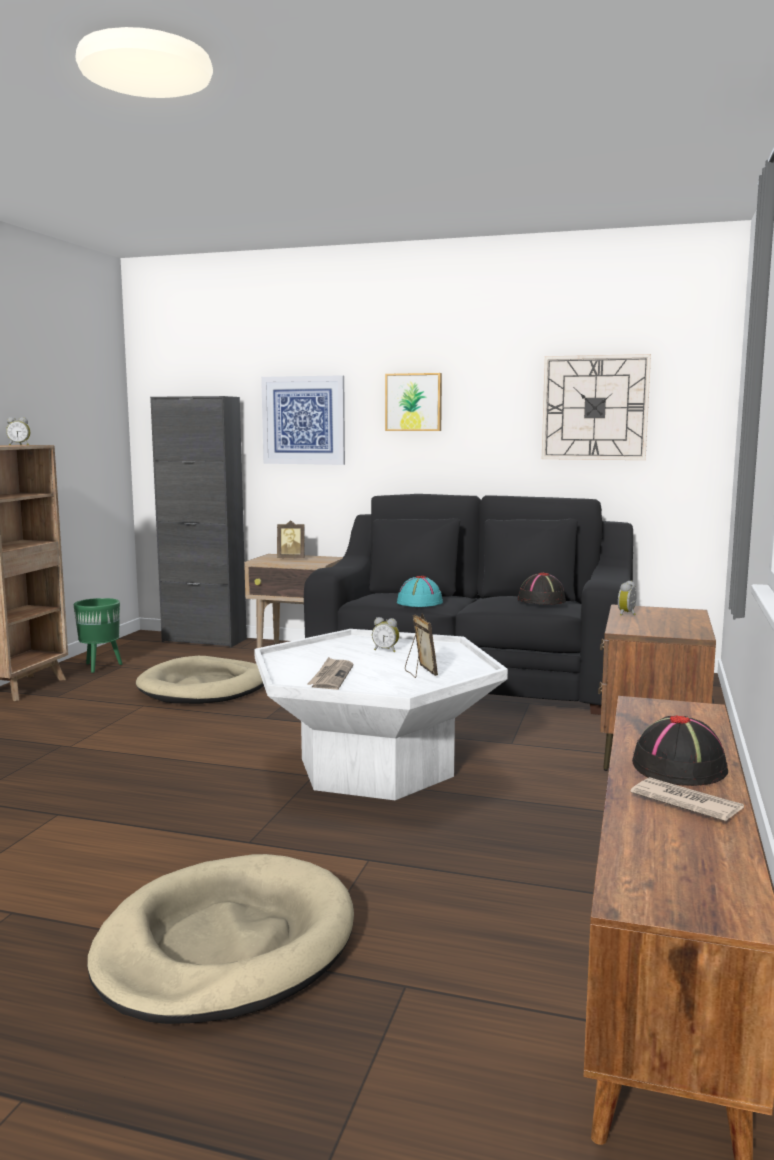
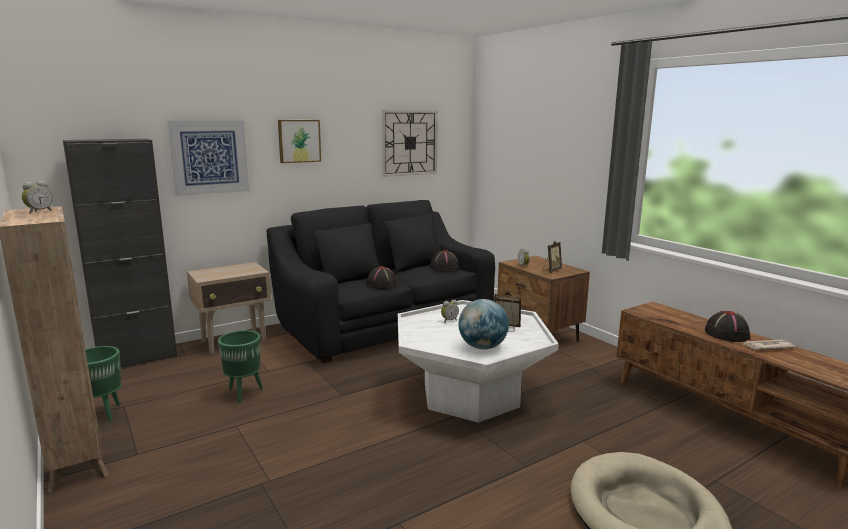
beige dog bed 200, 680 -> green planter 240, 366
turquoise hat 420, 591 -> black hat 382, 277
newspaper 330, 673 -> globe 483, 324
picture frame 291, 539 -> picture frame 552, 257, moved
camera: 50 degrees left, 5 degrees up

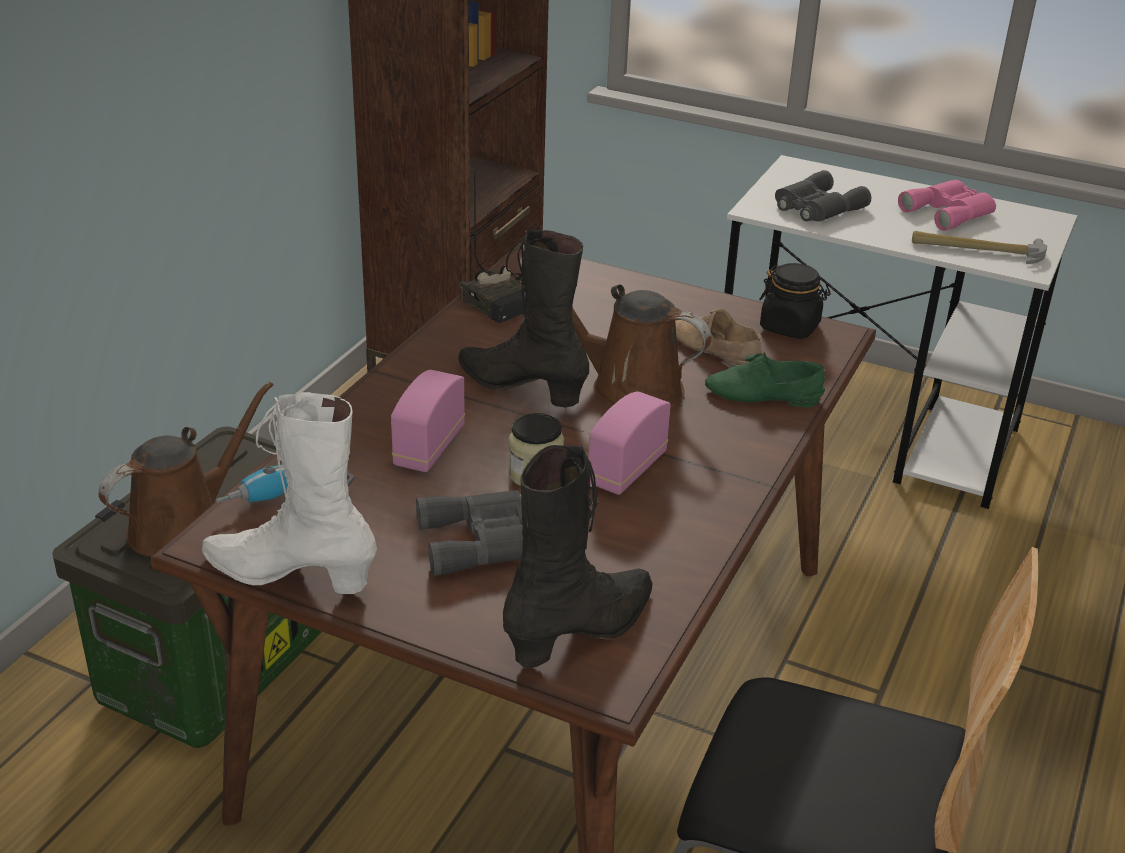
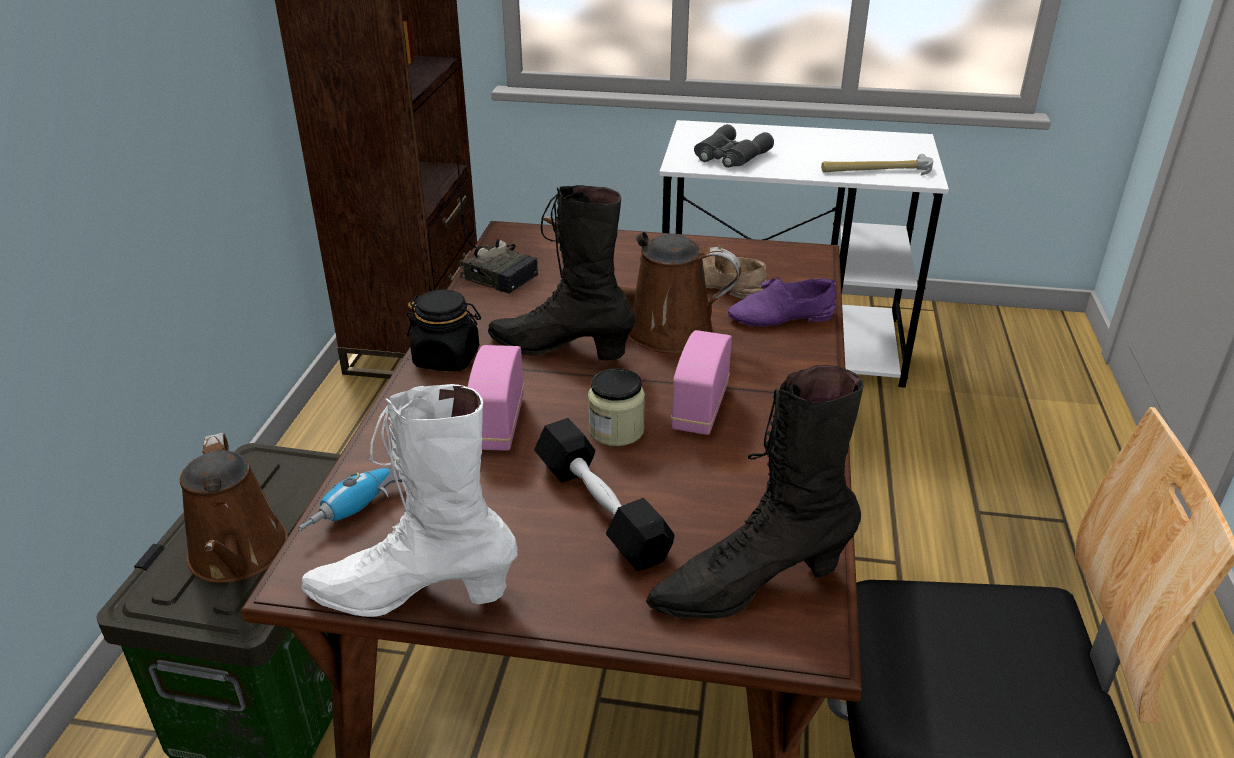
brown watering can 185, 469 -> brown watering can 234, 508, 135 degrees clockwise
black jar 795, 301 -> black jar 443, 330, moved
grey binoculars 469, 533 -> black dumbbell 604, 494
black boot 578, 556 -> black boot 755, 492, 135 degrees counterclockwise
green shoe 765, 380 -> purple shoe 782, 302
pink binoculars 947, 205 -> none
camera: 15 degrees left, 0 degrees up

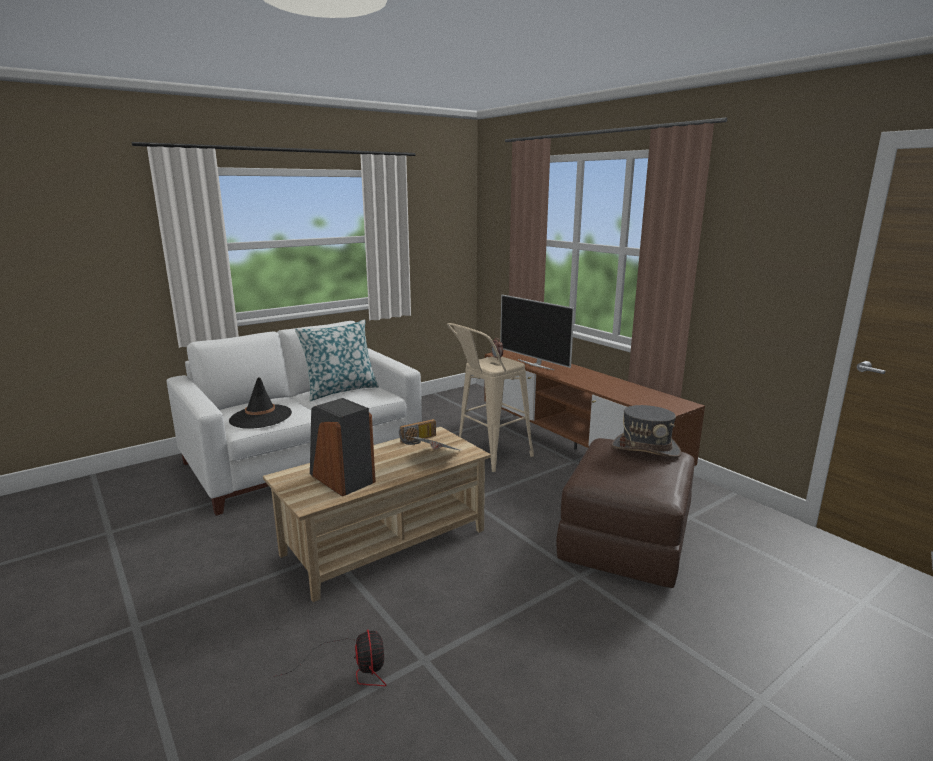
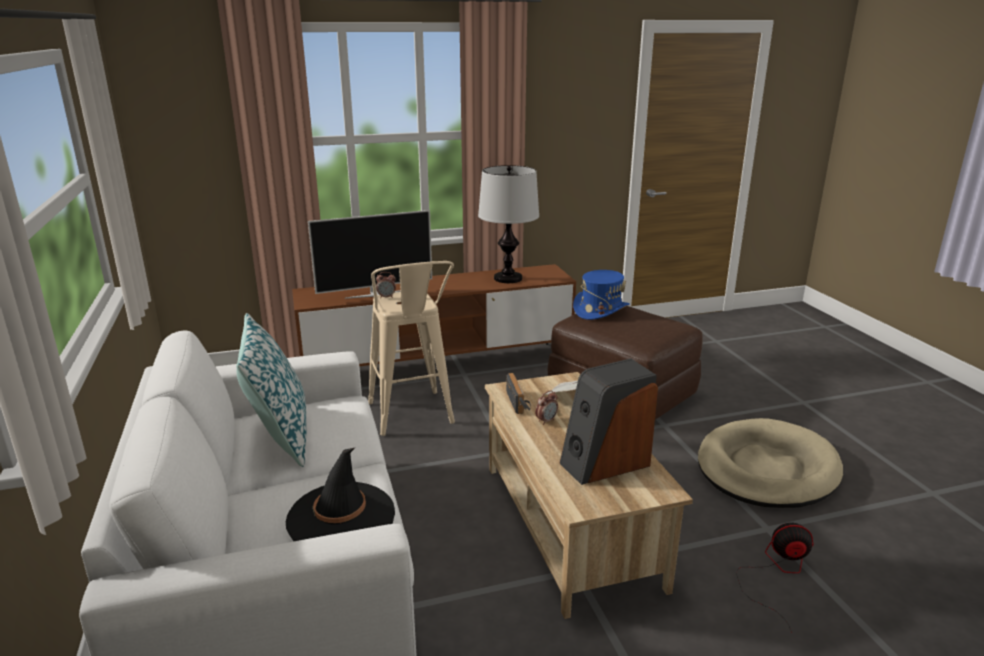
none -> table lamp 508, 224
none -> alarm clock 546, 407
grey hat 646, 431 -> blue hat 601, 295
none -> beige dog bed 770, 463
camera: 70 degrees left, 5 degrees up

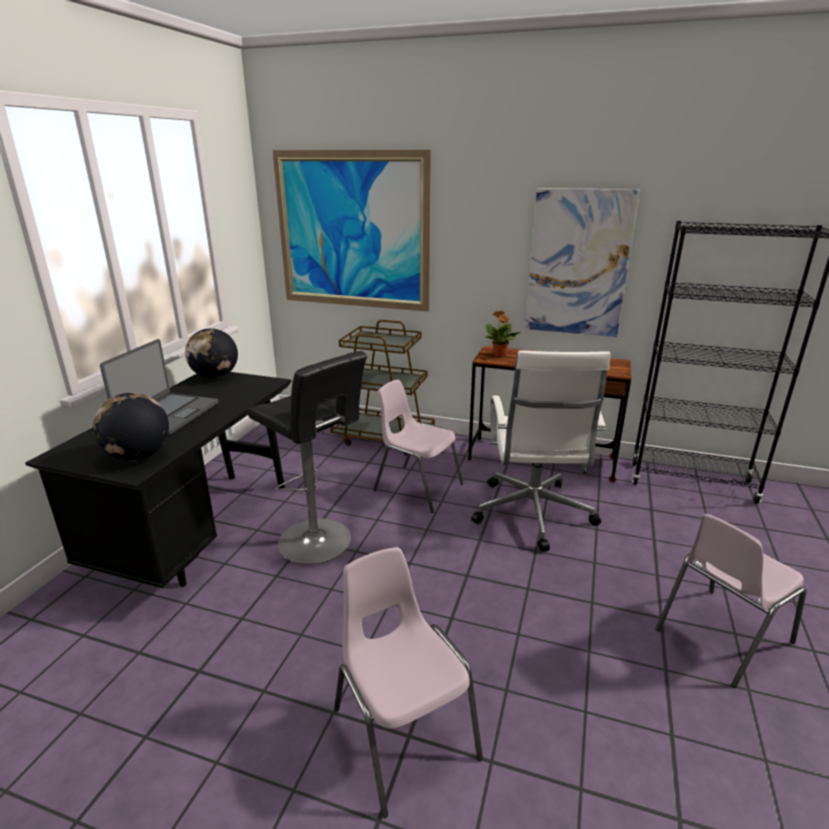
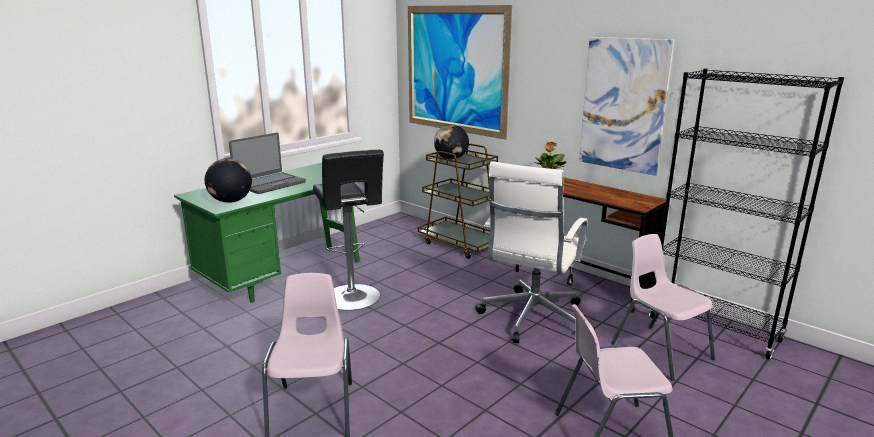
black desk 158, 480 -> green desk 267, 233
globe 211, 353 -> globe 451, 142, moved
pink chair 418, 446 -> pink chair 663, 307, moved
camera: 25 degrees right, 5 degrees down

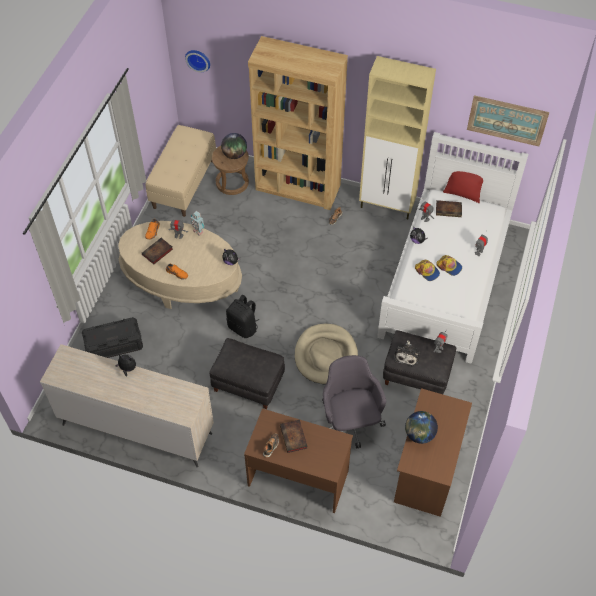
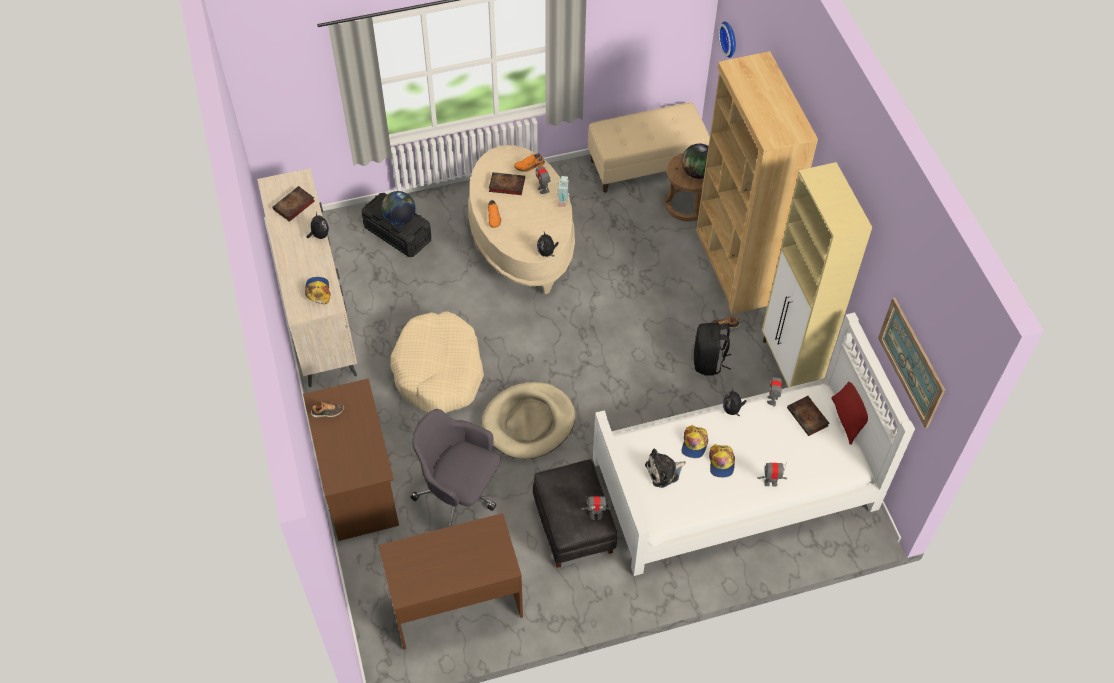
book 294, 436 -> book 293, 204, moved
none -> cap 317, 290
globe 421, 427 -> globe 398, 208, moved
black ottoman 247, 373 -> beige dog bed 437, 362
grey office chair 354, 402 -> grey office chair 455, 468, 105 degrees counterclockwise
plush toy 407, 353 -> plush toy 665, 468, moved
black backpack 242, 316 -> black backpack 712, 349, moved
camera: 55 degrees right, 0 degrees up

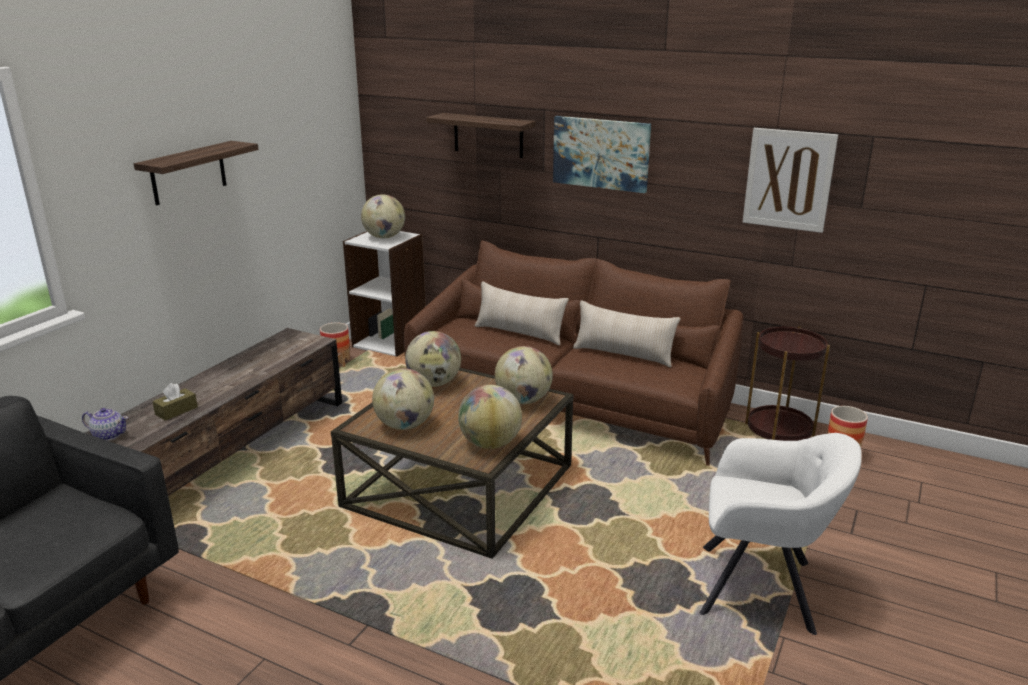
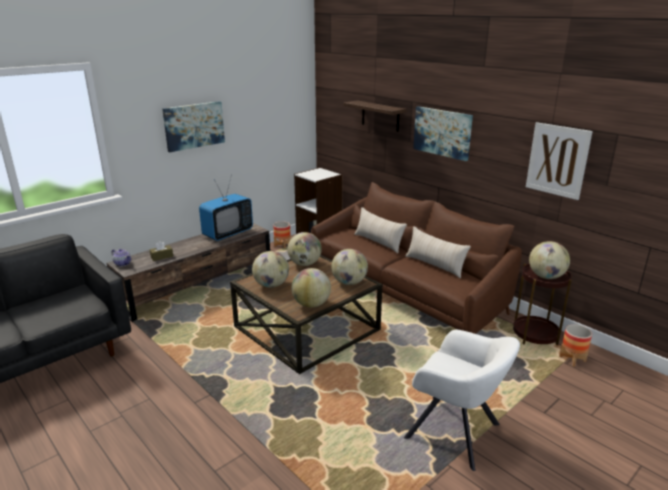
shelf 196, 173 -> picture 193, 126
none -> television 226, 209
globe 383, 216 -> globe 549, 260, moved
camera: 20 degrees right, 0 degrees up

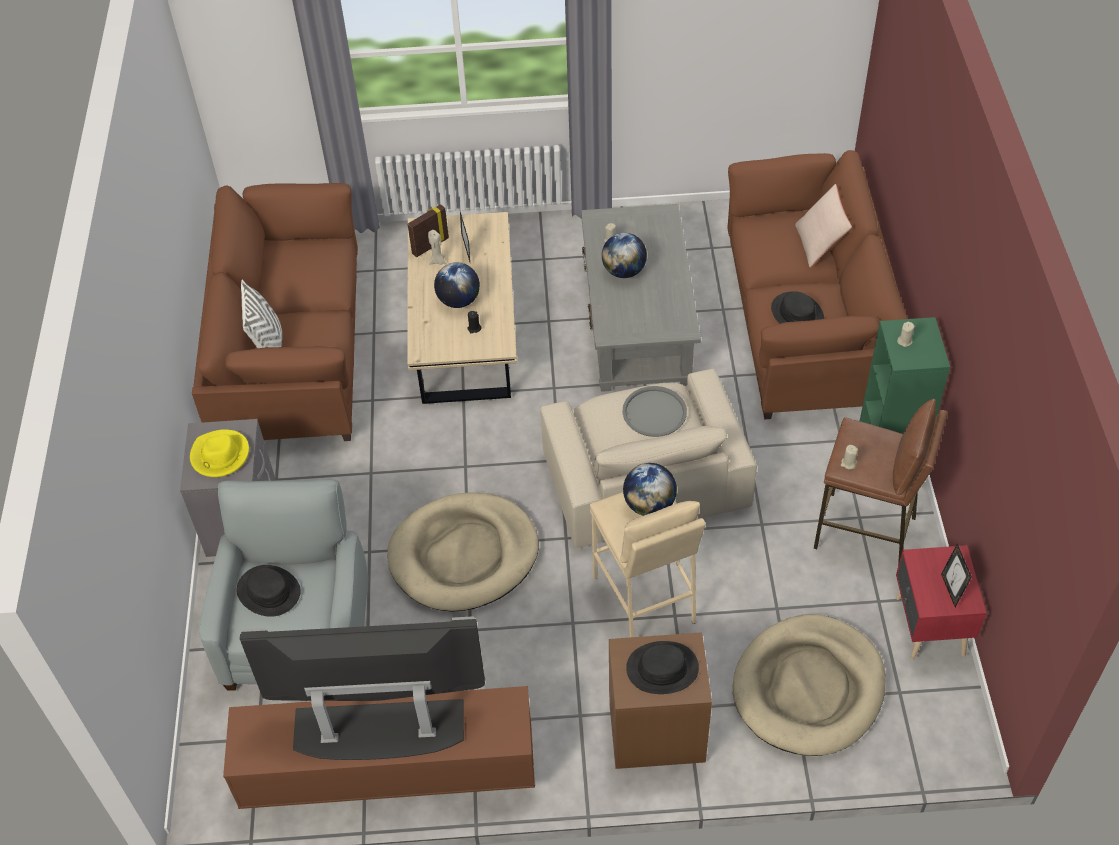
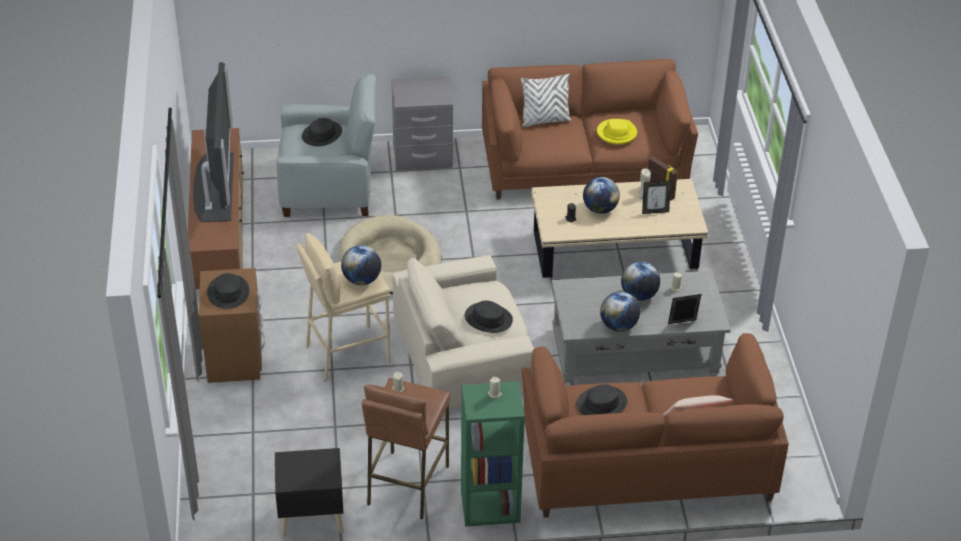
red nightstand 941, 602 -> black nightstand 309, 493
grey tray 654, 411 -> black hat 489, 317
yellow hat 219, 453 -> yellow hat 617, 131, moved
none -> globe 620, 312
picture frame 956, 575 -> picture frame 685, 309, moved
beige dog bed 809, 685 -> none
camera: 85 degrees right, 10 degrees down

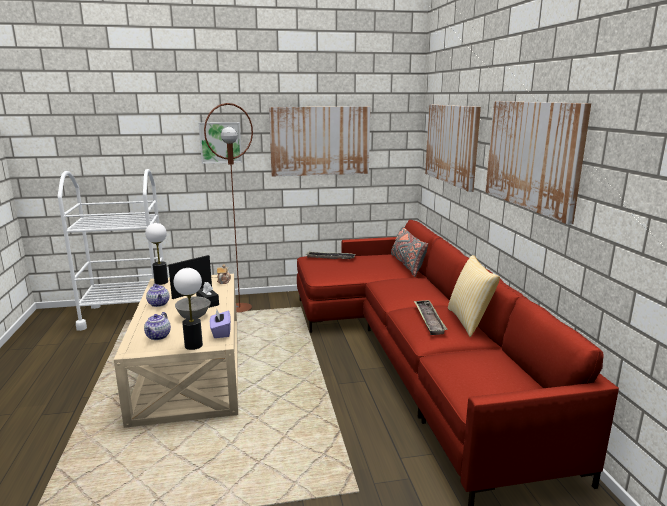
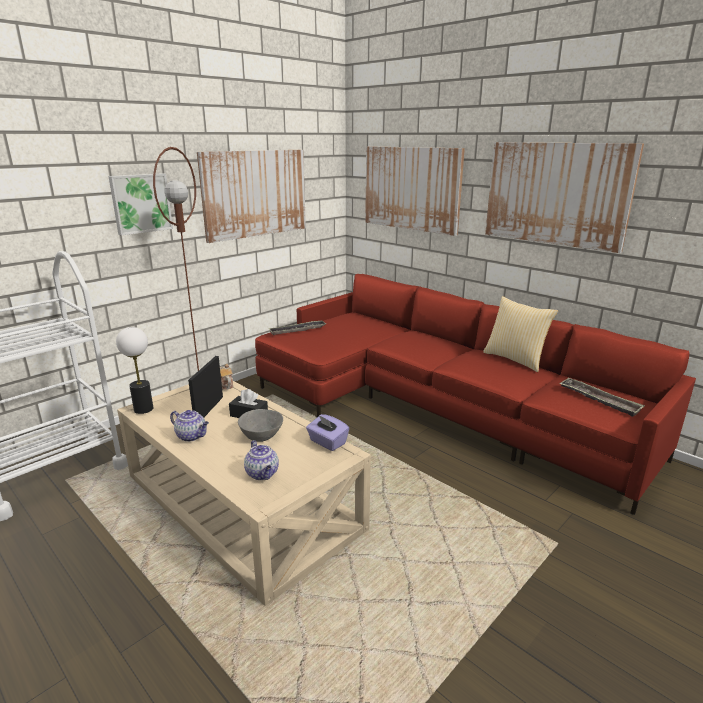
tray 431, 317 -> tray 602, 397, moved
table lamp 188, 309 -> none
grey pillow 409, 251 -> none
camera: 35 degrees left, 5 degrees up

